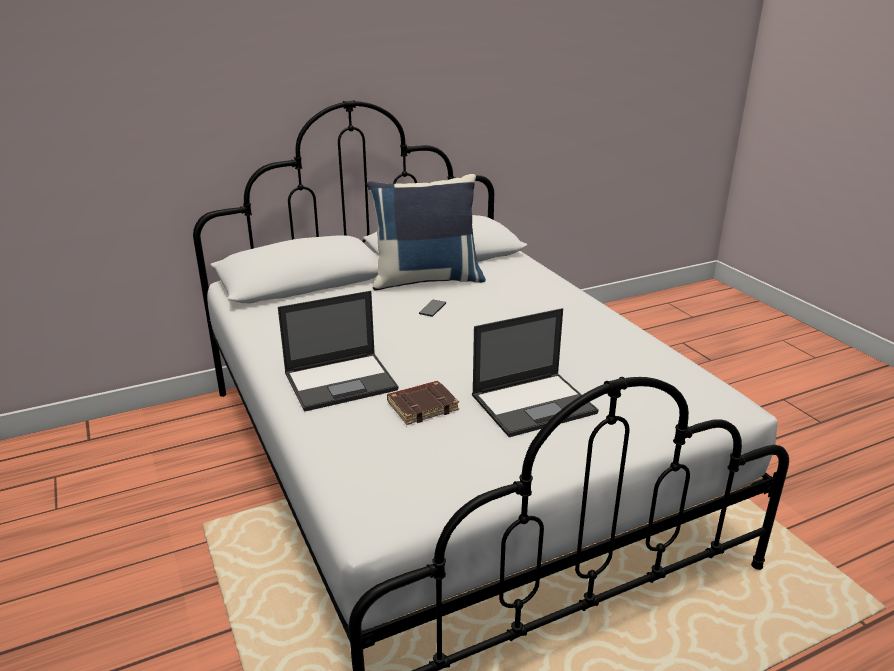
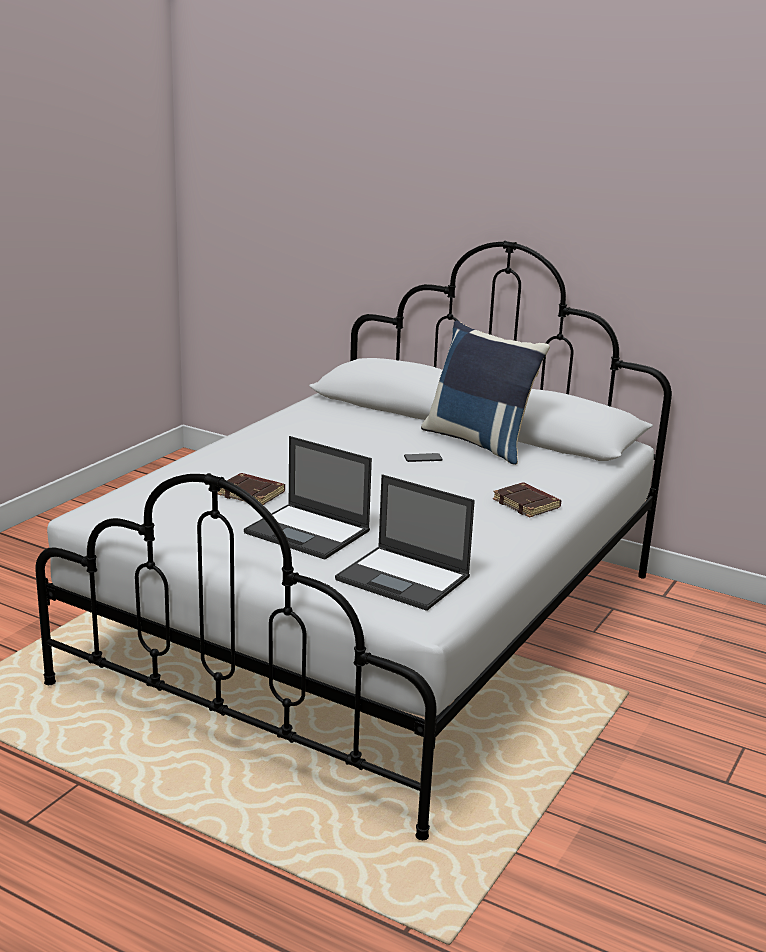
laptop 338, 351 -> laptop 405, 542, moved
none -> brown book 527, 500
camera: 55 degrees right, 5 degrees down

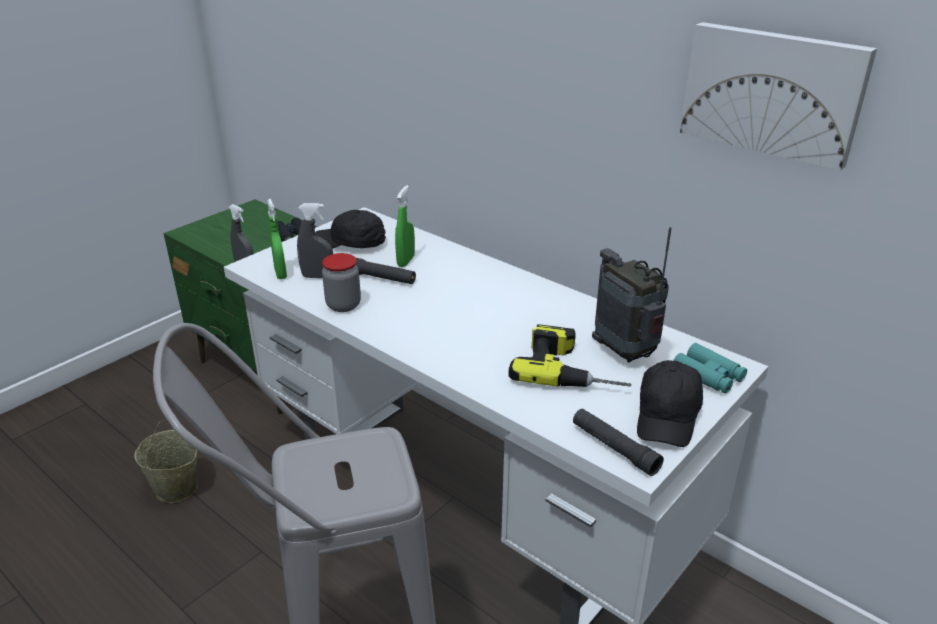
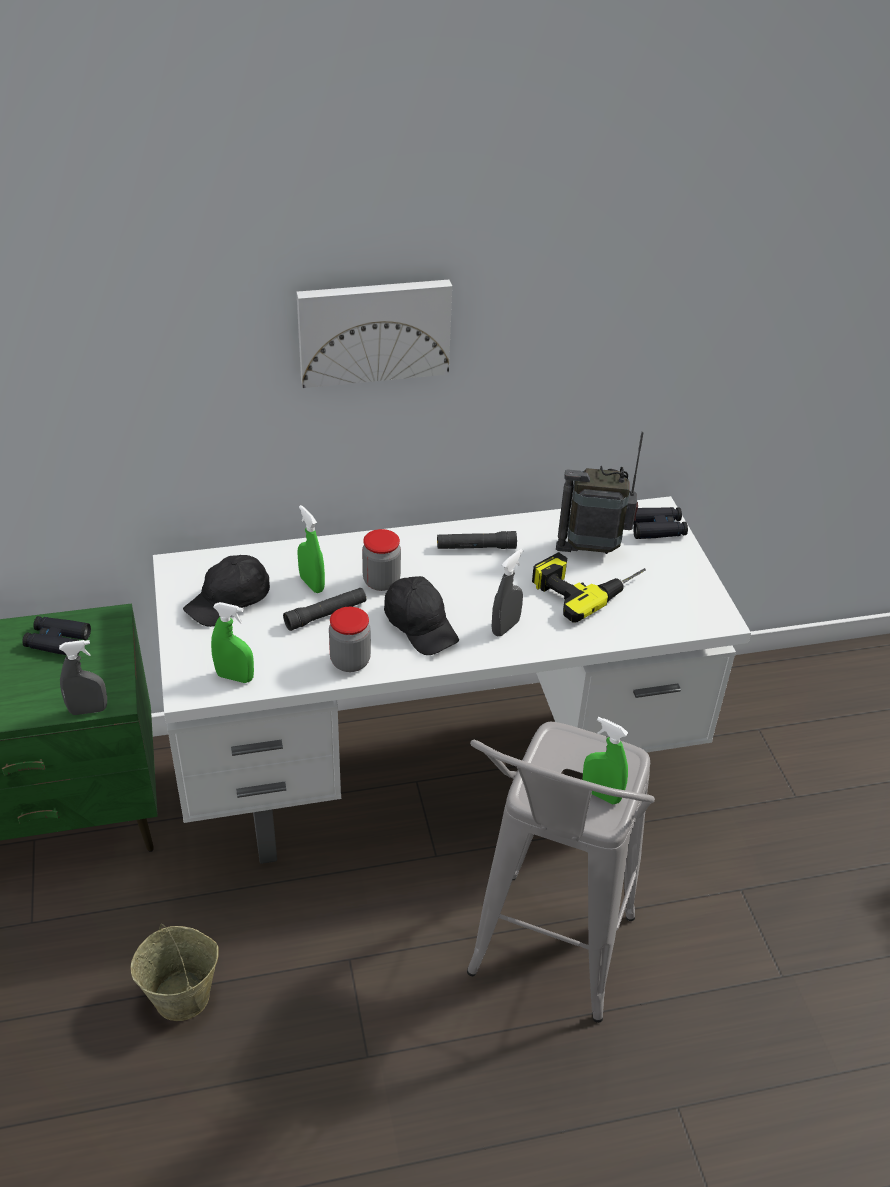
picture 778, 96 -> picture 374, 334, moved
none -> jar 381, 560
black cap 670, 403 -> black cap 421, 615, moved
black flashlight 618, 442 -> black flashlight 477, 540, moved
grey spray bottle 315, 240 -> grey spray bottle 507, 592, moved
none -> green spray bottle 605, 760
turquoise binoculars 710, 368 -> black binoculars 660, 523
camera: 55 degrees left, 10 degrees up

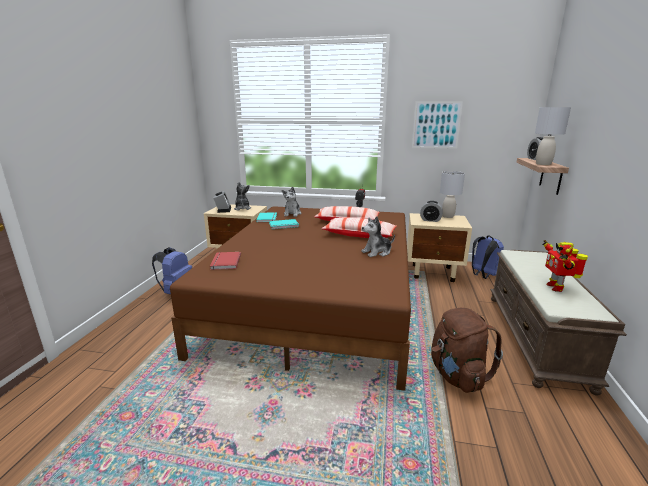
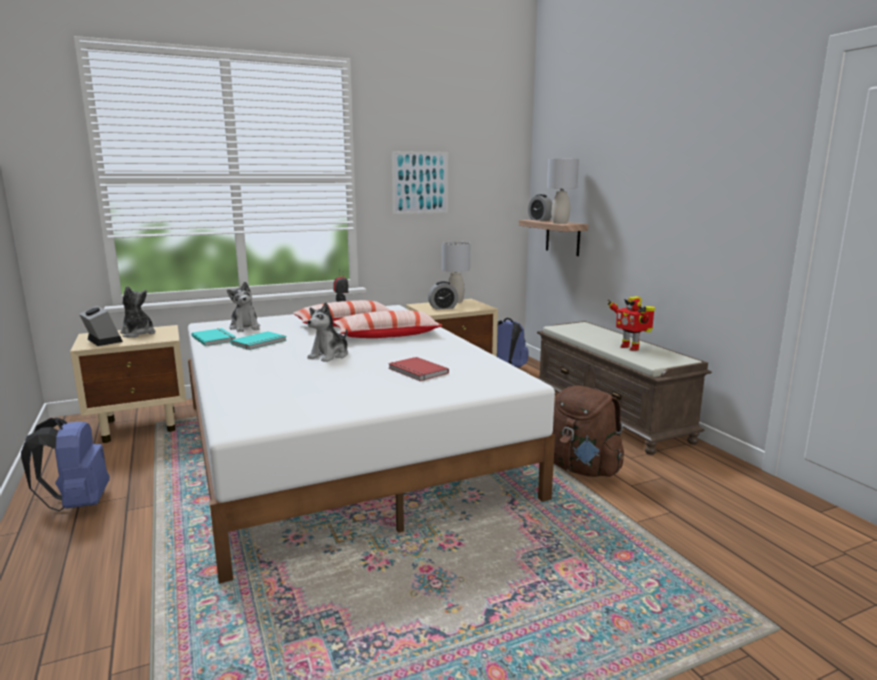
brown bed 290, 298 -> white bed 371, 444
plush toy 378, 236 -> plush toy 327, 332, moved
red book 225, 261 -> red book 418, 369, moved
camera: 35 degrees left, 5 degrees down

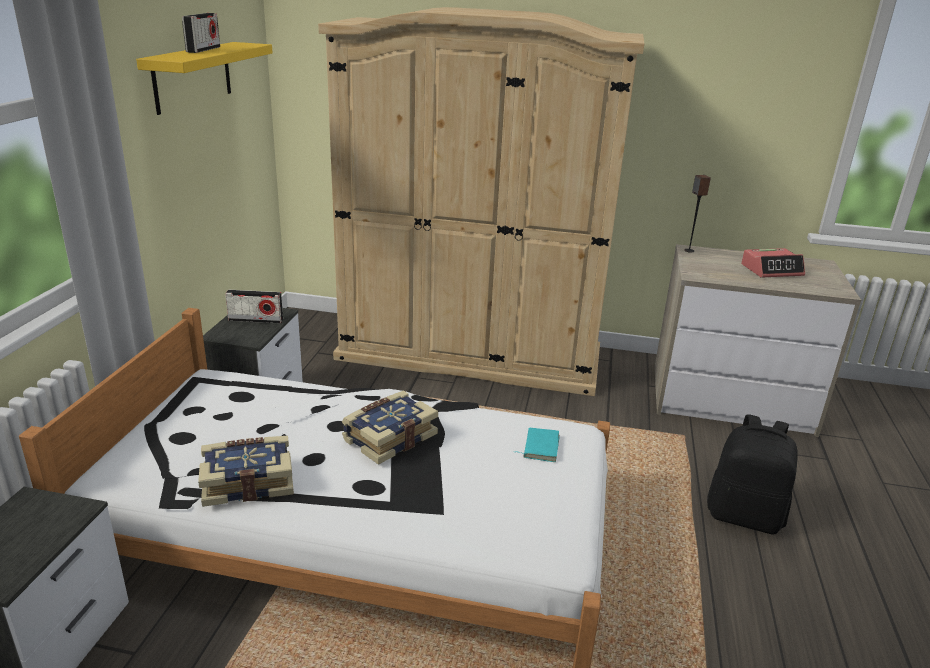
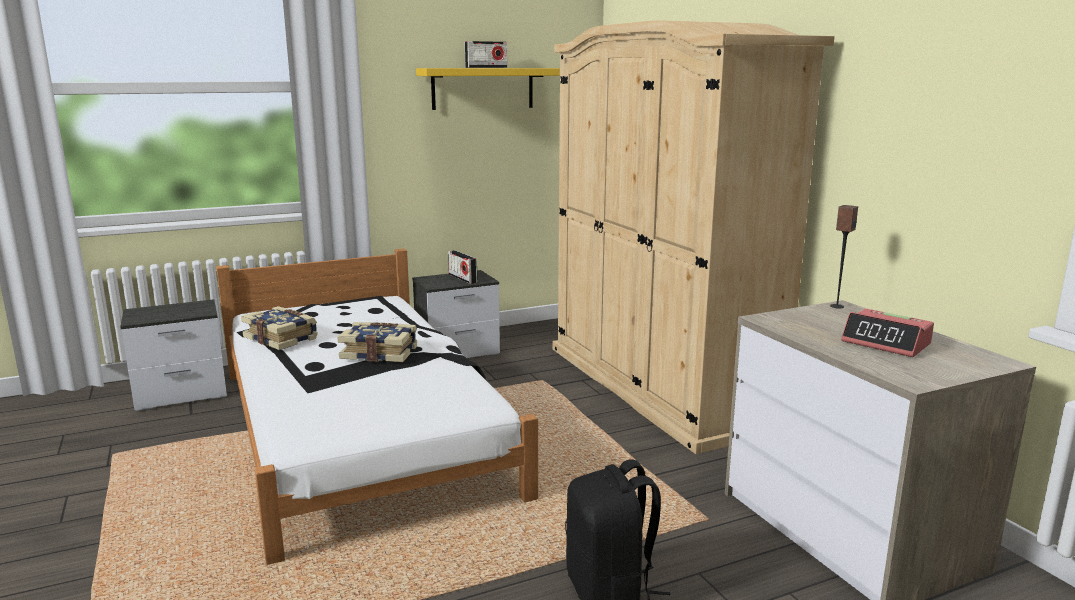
turquoise book 538, 445 -> none
camera: 55 degrees right, 10 degrees down

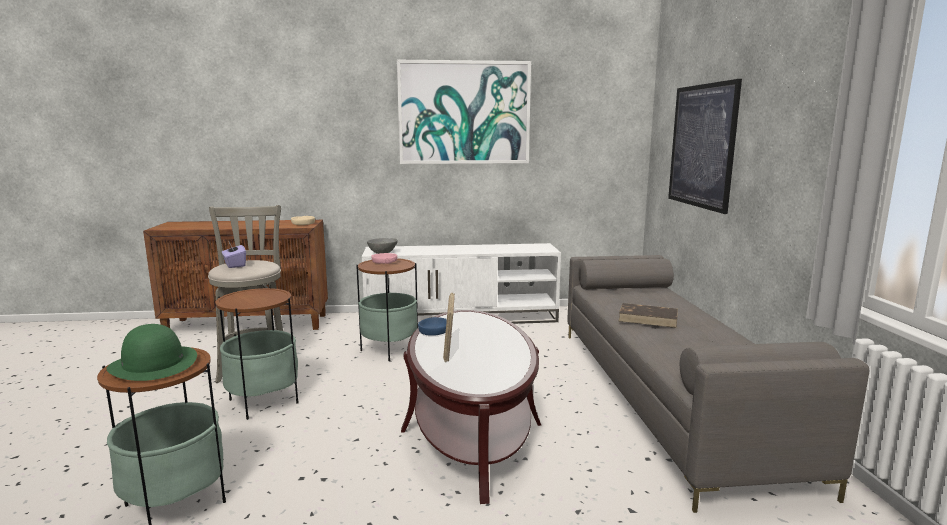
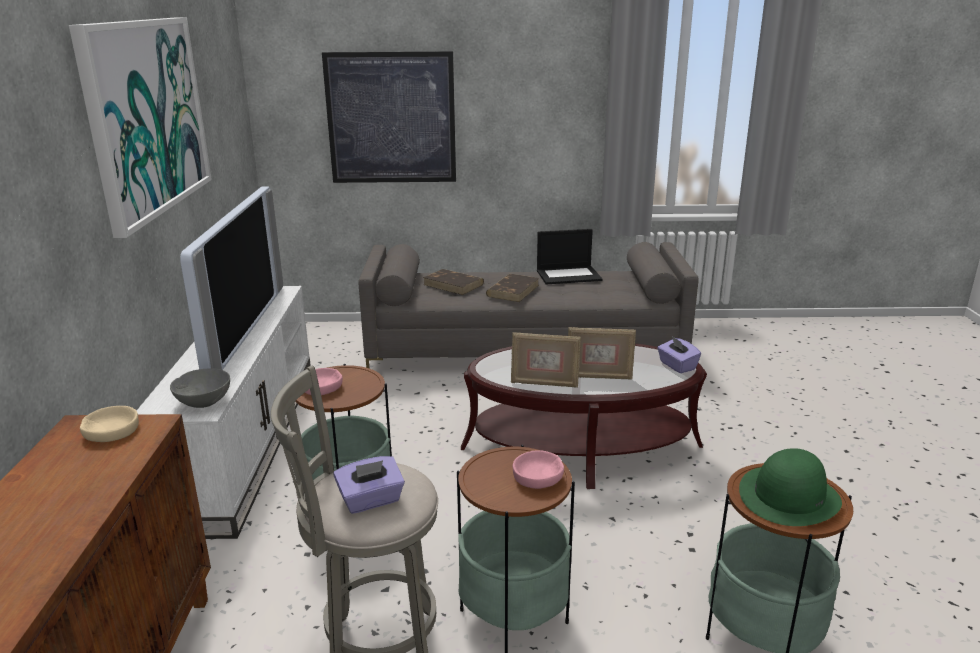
none -> television 231, 278
none -> brown book 453, 282
blue bowl 432, 326 -> picture frame 546, 360
none -> pink bowl 538, 469
none -> laptop 570, 256
none -> purple tissue box 679, 354
camera: 85 degrees left, 10 degrees up

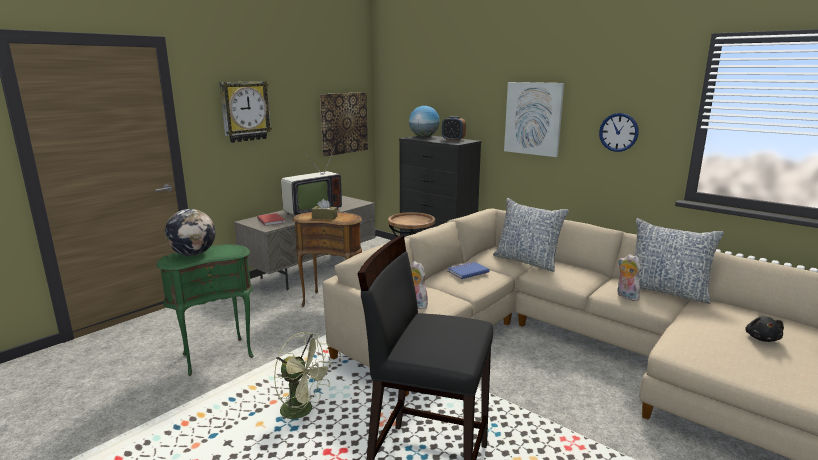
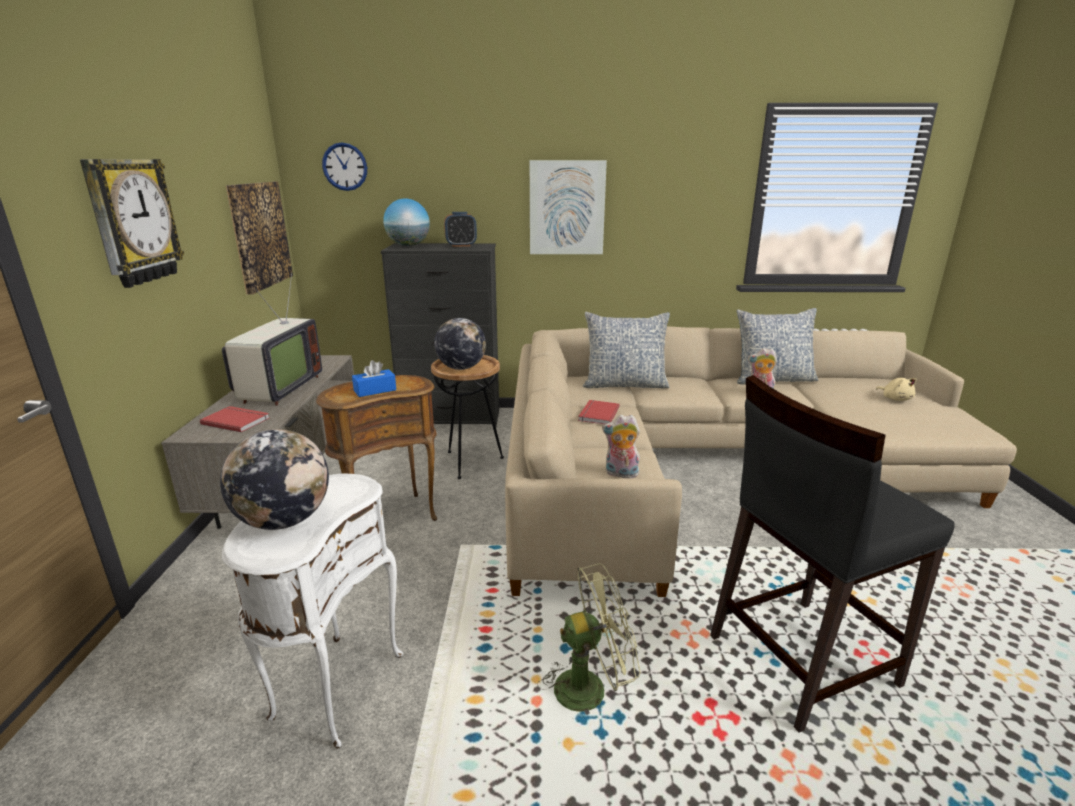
green side table 205, 310 -> white side table 312, 611
wall clock 619, 132 -> wall clock 344, 167, moved
brown tissue box 324, 209 -> blue tissue box 374, 378
none -> globe 460, 344
blue book 469, 270 -> red book 599, 412
black plush toy 764, 329 -> beige plush toy 896, 389
camera: 40 degrees left, 5 degrees up

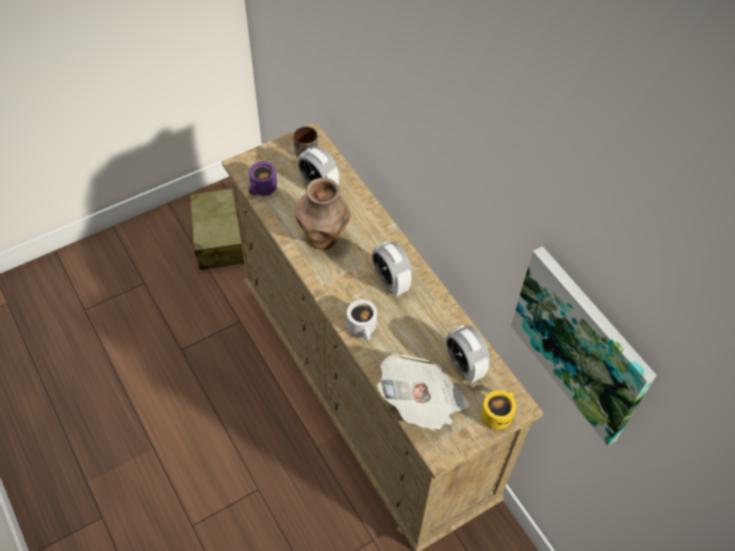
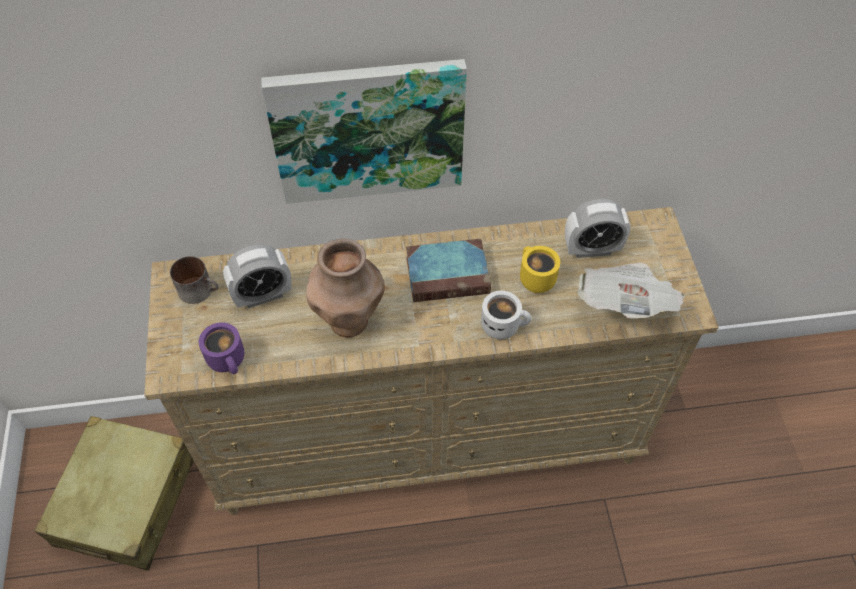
picture 584, 346 -> picture 364, 131, moved
alarm clock 392, 268 -> book 448, 270
yellow mug 498, 410 -> yellow mug 540, 269, moved
camera: 65 degrees left, 0 degrees up

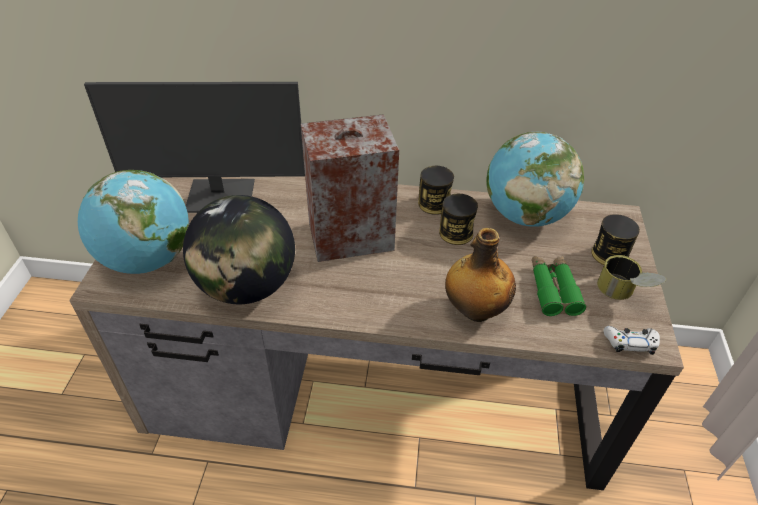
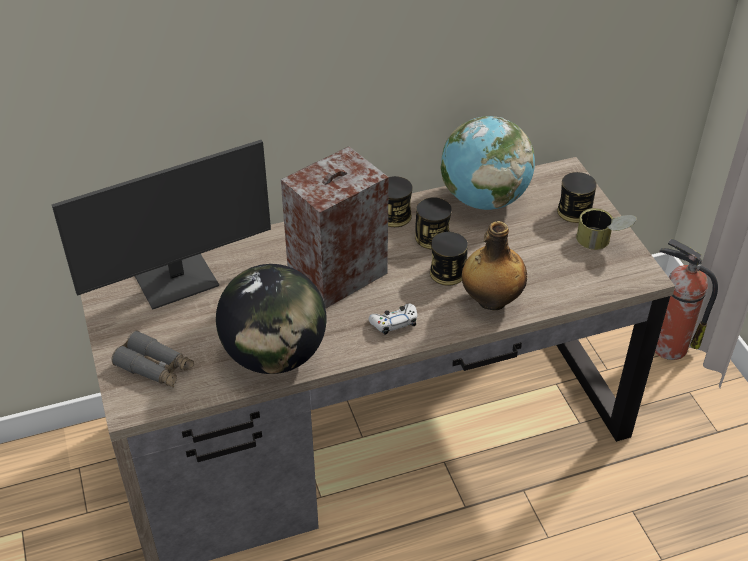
globe 133, 222 -> grey binoculars 153, 359
white game controller 632, 340 -> white game controller 393, 319, moved
none -> can 449, 259
none -> fire extinguisher 686, 299
green binoculars 559, 286 -> none
camera: 25 degrees left, 0 degrees up

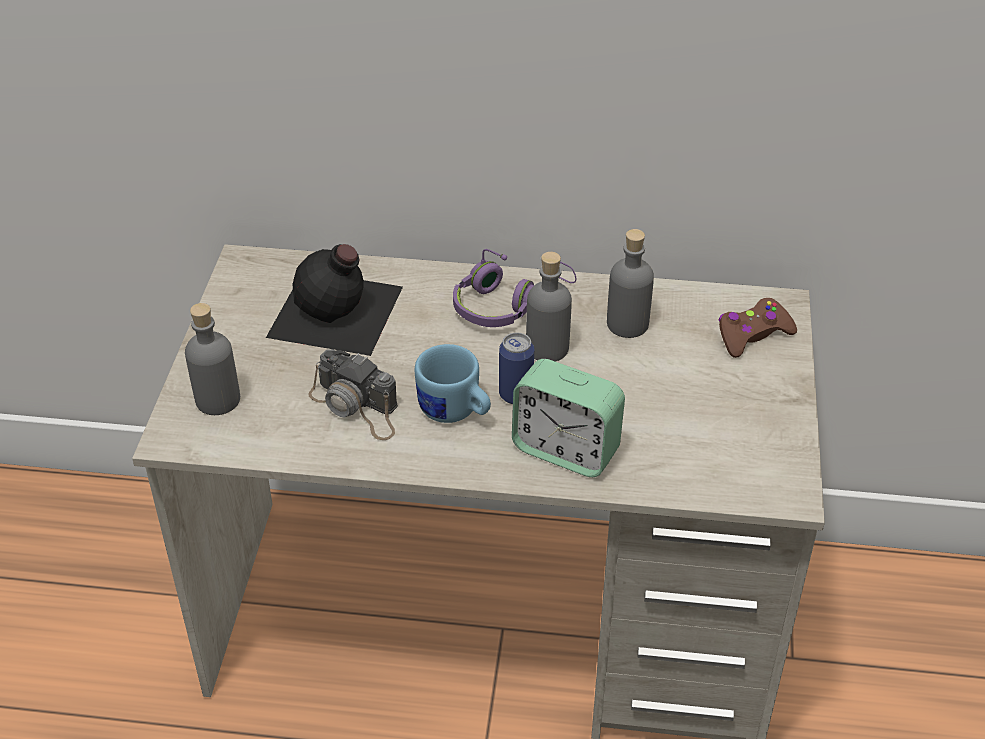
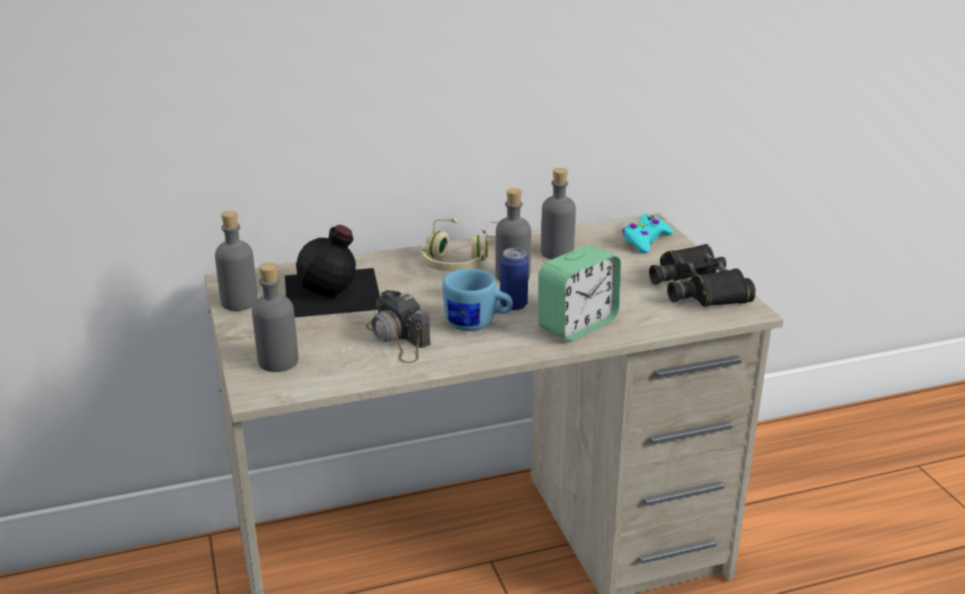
none -> grey bottle 236, 260
photo camera 353, 394 -> photo camera 398, 326, 45 degrees clockwise
purple headphones 514, 288 -> beige headphones 460, 245
alarm clock 568, 418 -> alarm clock 579, 293, 45 degrees counterclockwise
brown game controller 757, 328 -> turquoise game controller 648, 234
none -> black binoculars 702, 275
camera: 25 degrees left, 15 degrees down

